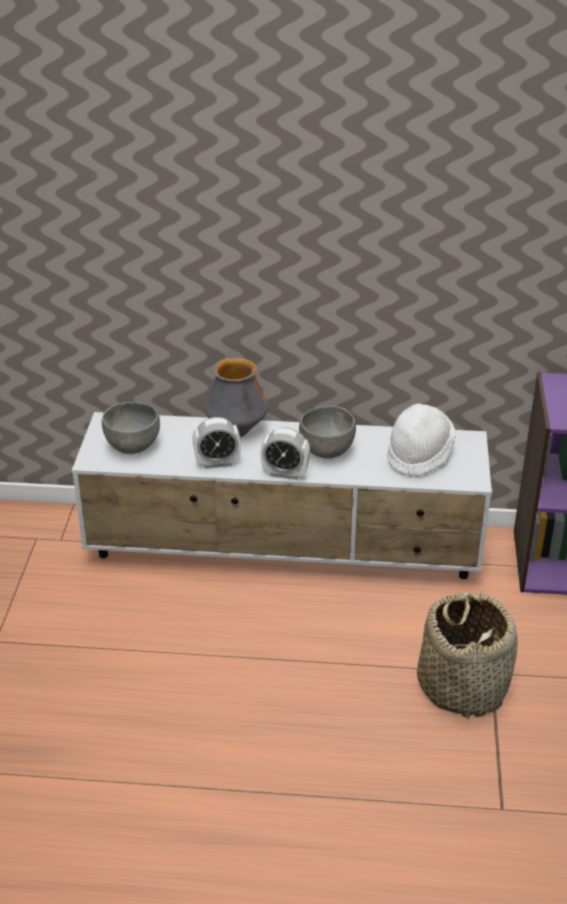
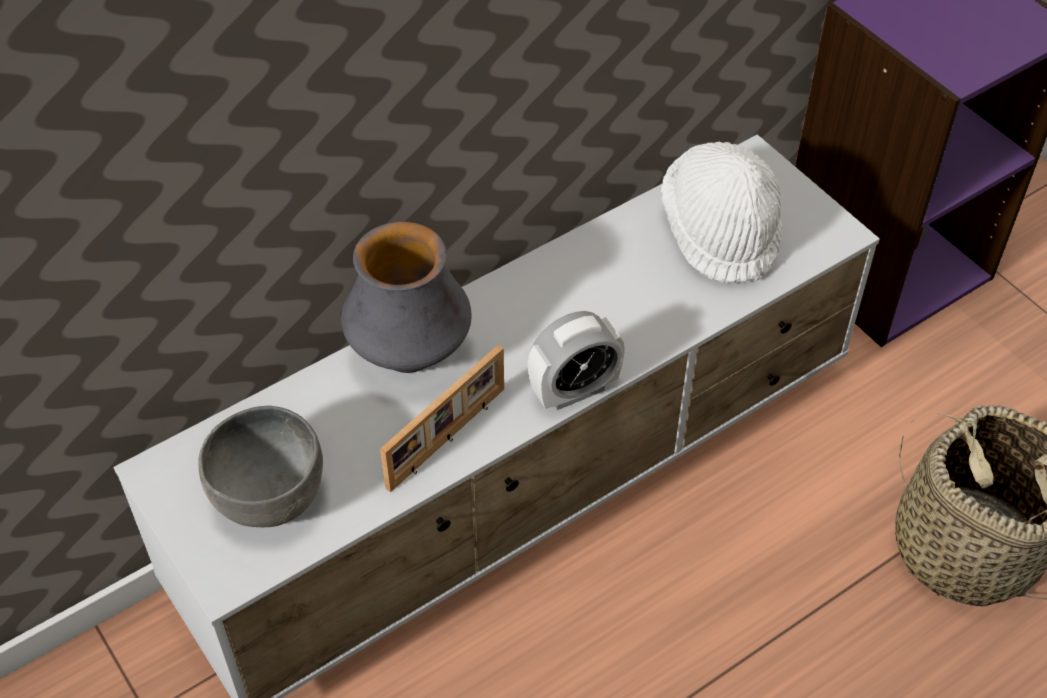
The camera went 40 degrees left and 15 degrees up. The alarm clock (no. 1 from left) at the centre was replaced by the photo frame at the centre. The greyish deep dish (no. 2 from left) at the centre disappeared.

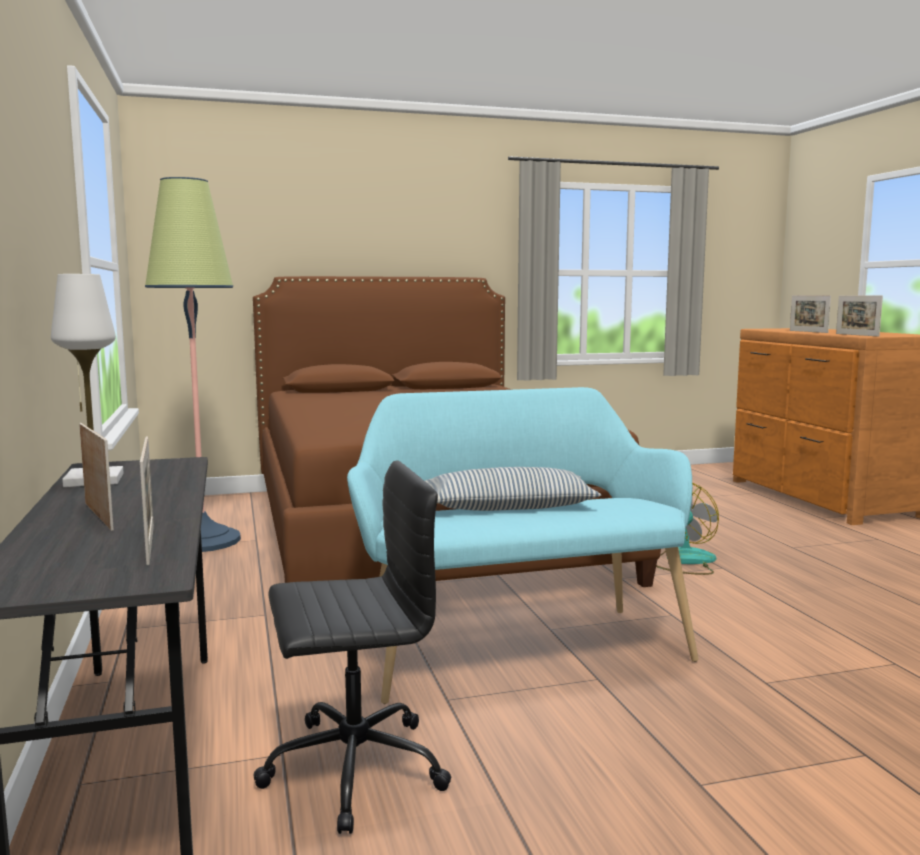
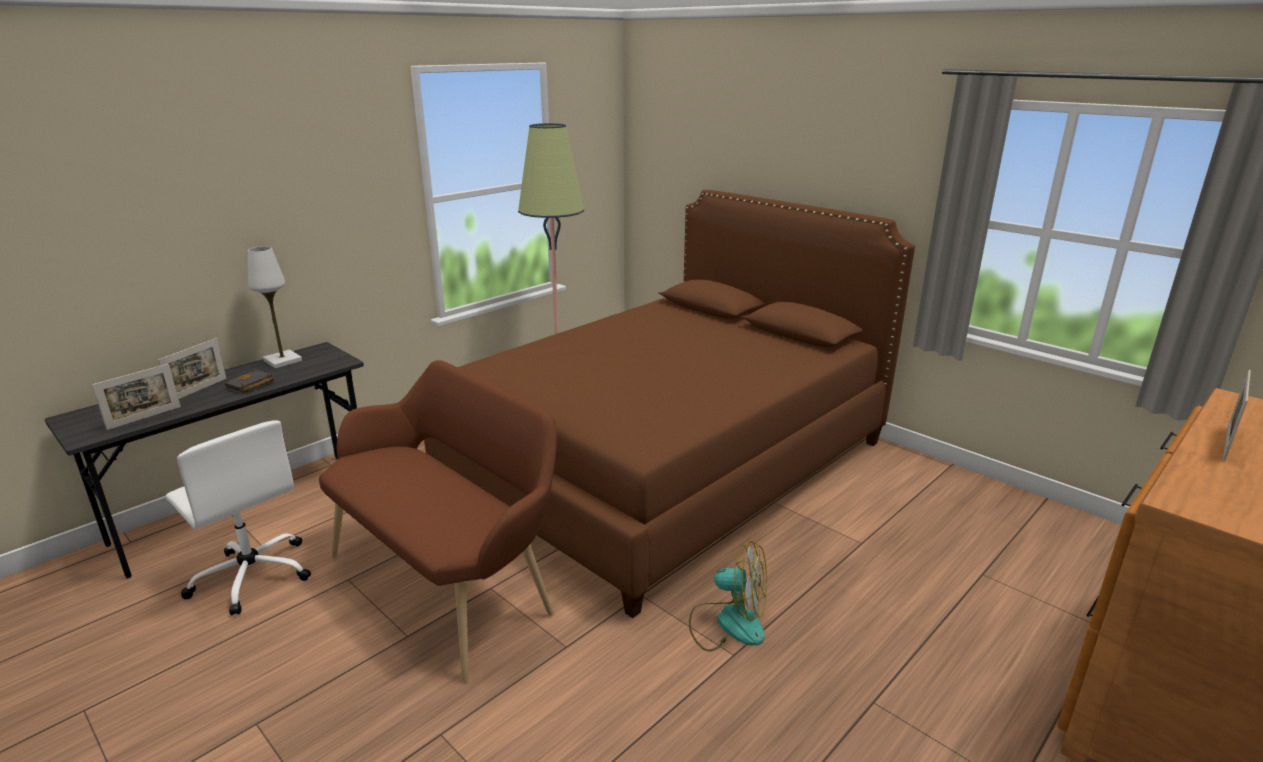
The camera went 60 degrees right and 15 degrees up. The blackish computer chair at the bottom centre became the whitish computer chair at the bottom left. The turquoise-coloured indoor bench at the centre became the brown-coloured indoor bench at the bottom centre. The cushion at the centre disappeared. The photo frame (no. 4 from left) at the middle right disappeared. The blackish book at the middle left appeared.

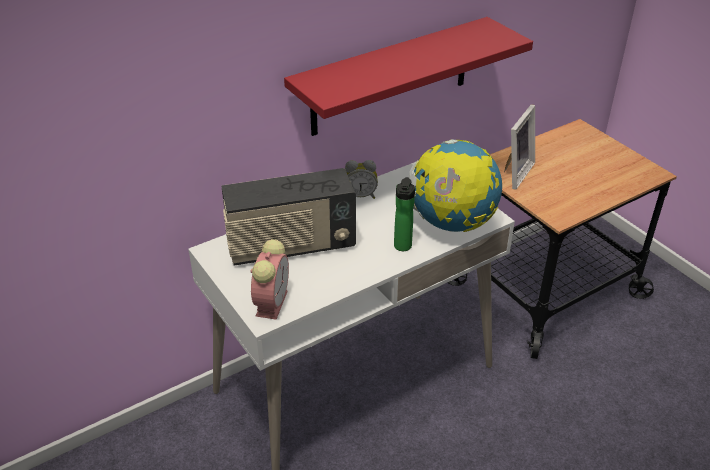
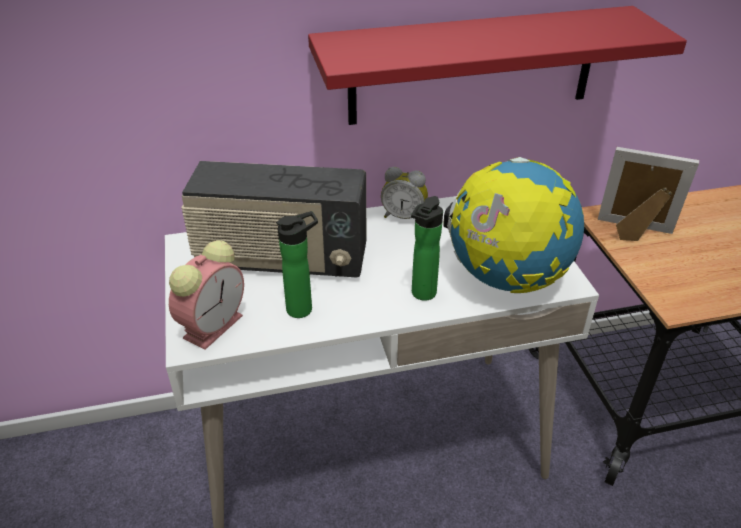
The camera went 20 degrees right and 0 degrees up. The photo frame at the top right turned 120 degrees counterclockwise. The beverage bottle (no. 1 from left) at the centre appeared.

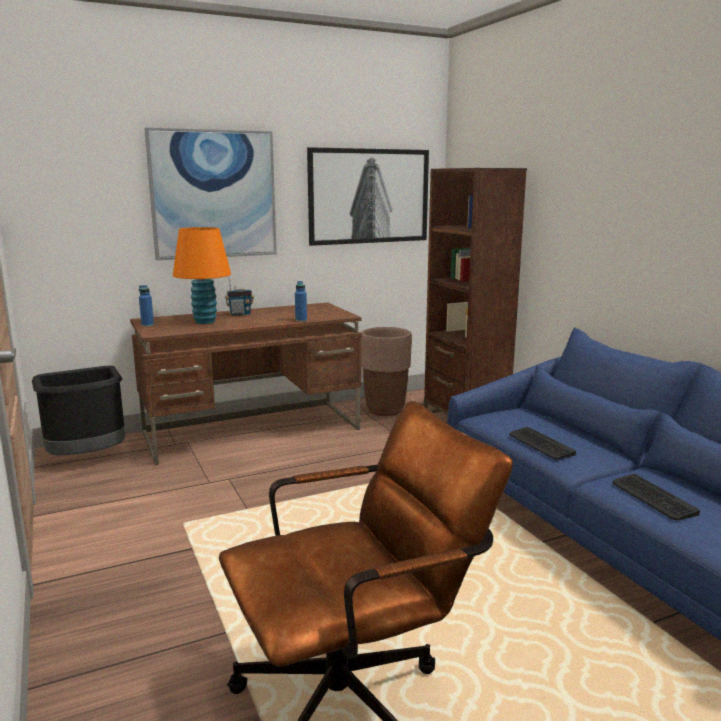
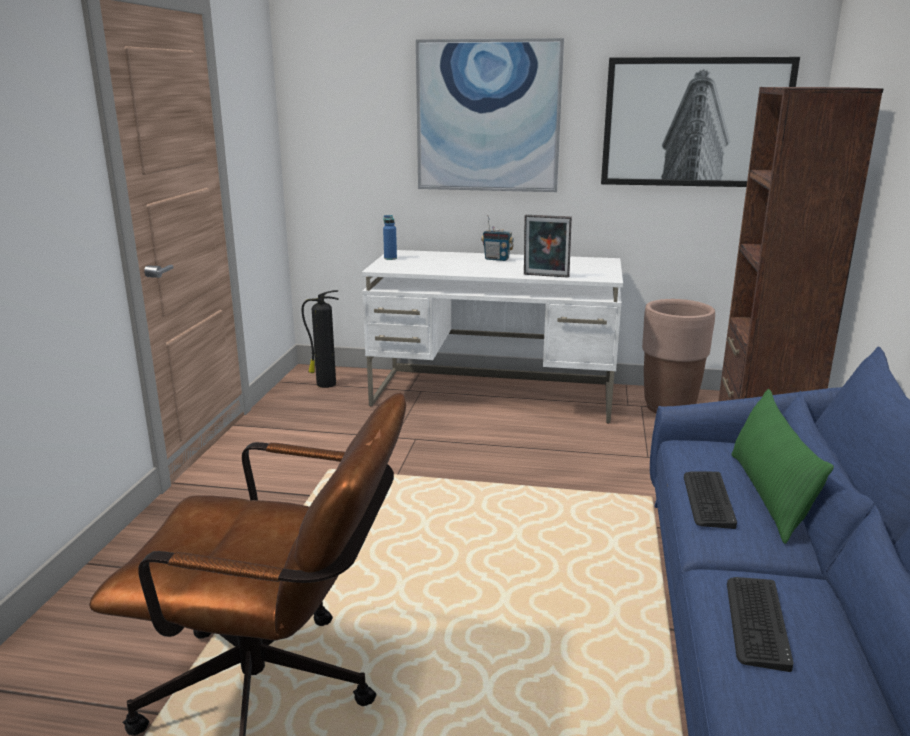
The camera went 35 degrees right and 5 degrees up. The blackish rubbish bin at the middle left was replaced by the fire extinguisher at the centre. The brown-coloured desk unit at the centre became the whitish desk unit at the centre. The orangey lamp for a table at the middle left disappeared. The blue beverage bottle (no. 2 from left) at the centre was replaced by the photo frame at the centre. The green-coloured cushion at the middle right appeared.

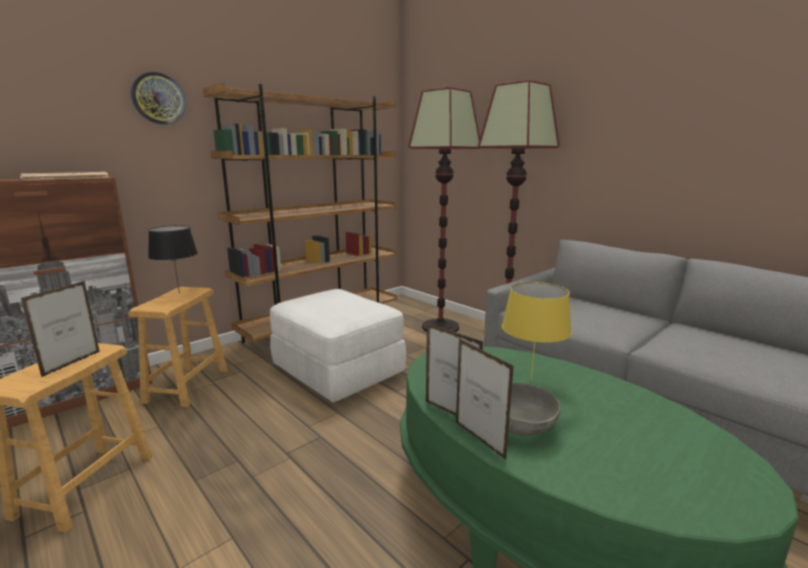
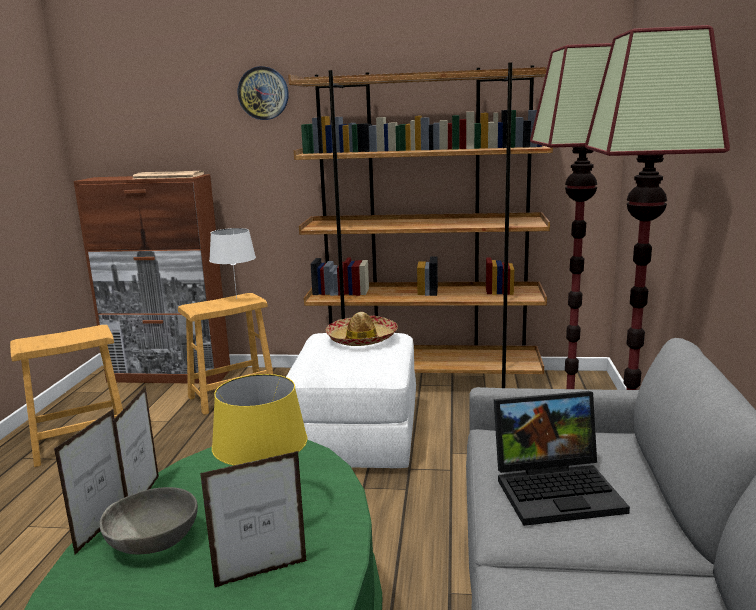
The camera went 50 degrees right and 0 degrees up. The photo frame (no. 1 from left in the first image) moved from the middle left to the bottom centre. The blackish lamp for a table at the middle left became the whitish lamp for a table at the middle left. The hat at the centre appeared. The portable computer at the bottom right appeared.

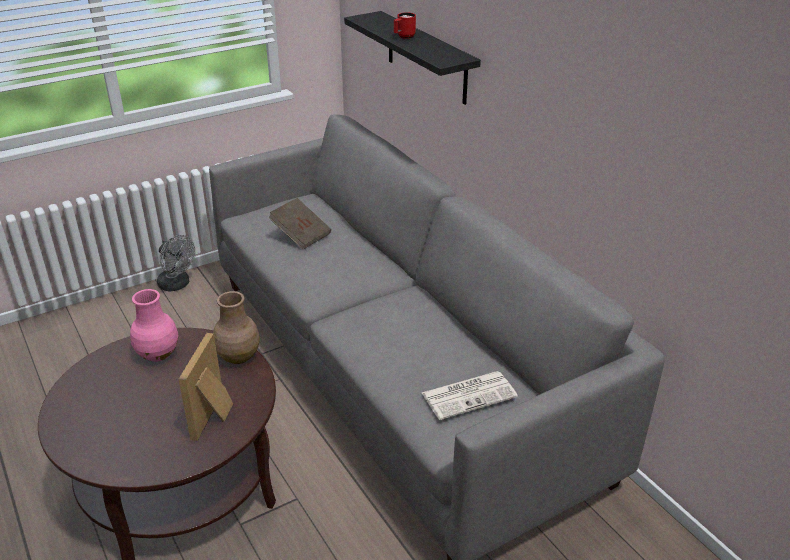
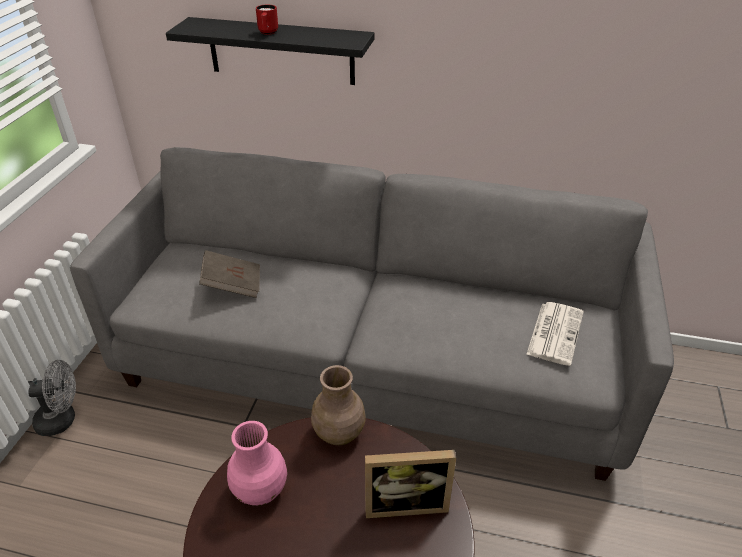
The camera went 45 degrees left and 5 degrees up. The photo frame at the bottom left turned 60 degrees counterclockwise.

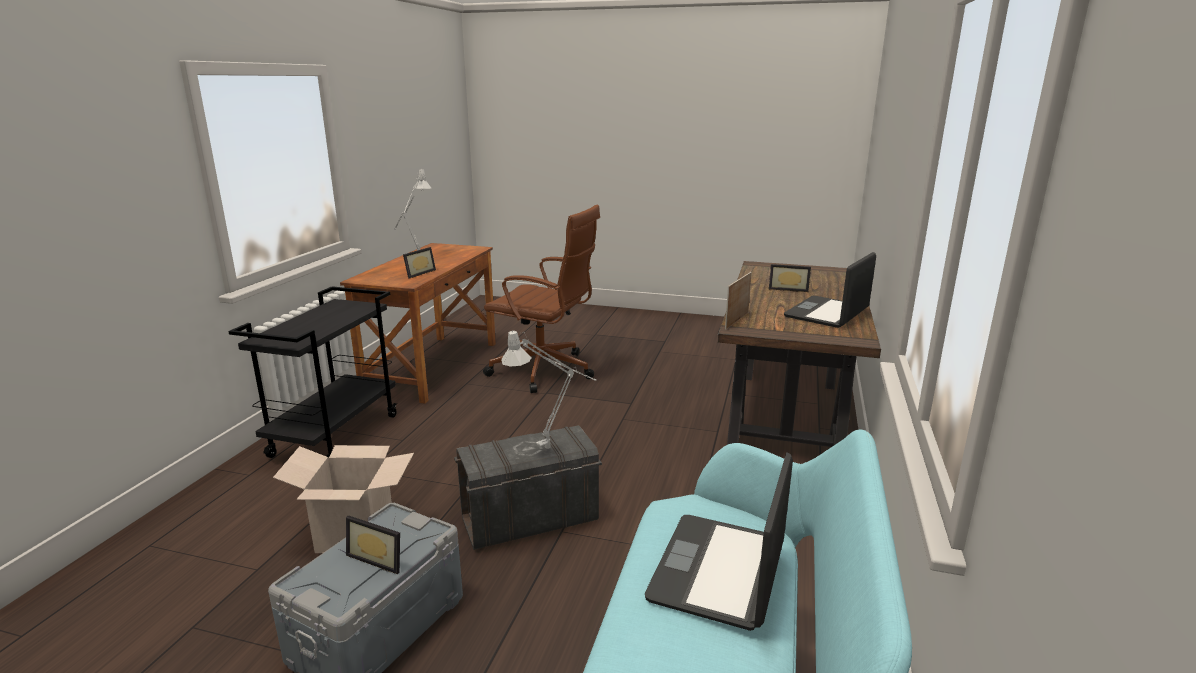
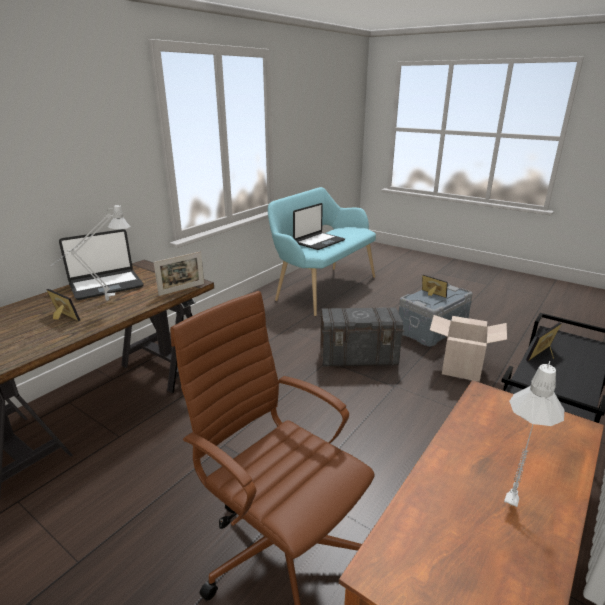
The camera went 160 degrees left and 5 degrees up. The photo frame (no. 2 from left in the first image) moved from the centre to the middle right. The greyish lamp for a table (no. 2 from left in the first image) moved from the centre to the middle left.

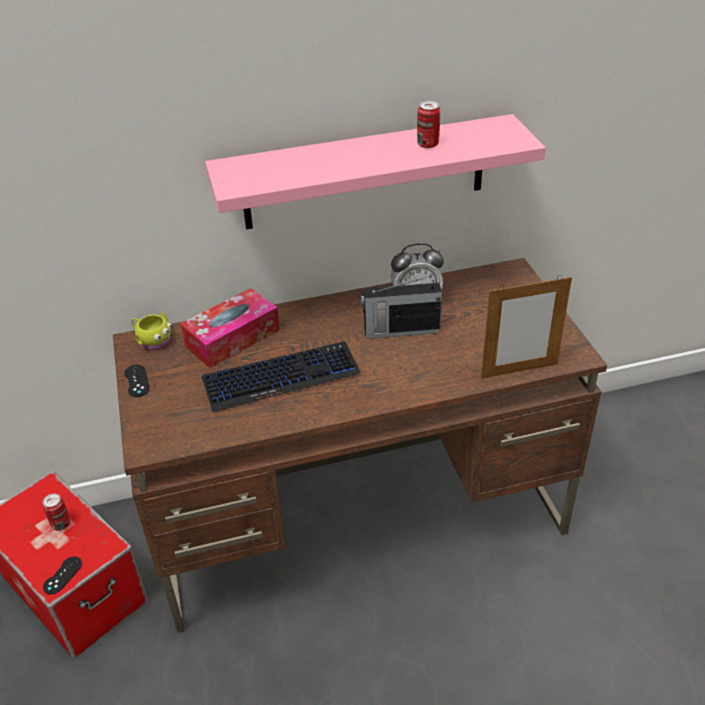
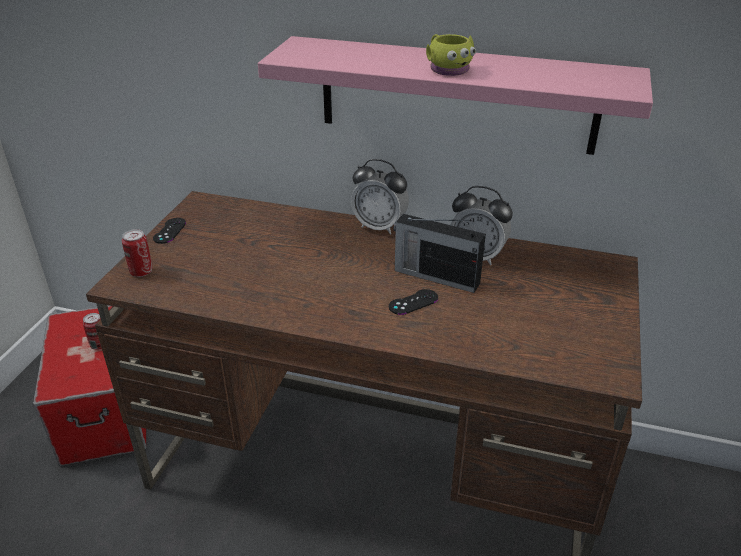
The camera went 30 degrees right and 5 degrees down. The blackish game controller (no. 1 from left in the first image) moved from the bottom left to the centre. The yellowish tea mug moved from the middle left to the top centre. The tissue box at the middle left disappeared. The computer keyboard at the centre disappeared. The sealed can (no. 2 from left) moved from the top centre to the middle left. The photo frame at the middle right disappeared. The alarm clock (no. 1 from left) at the centre appeared.

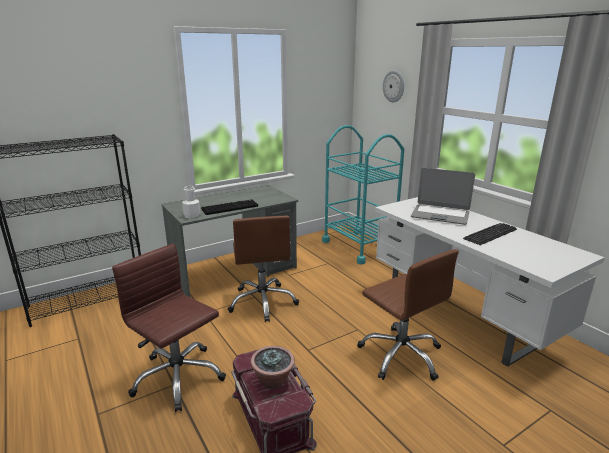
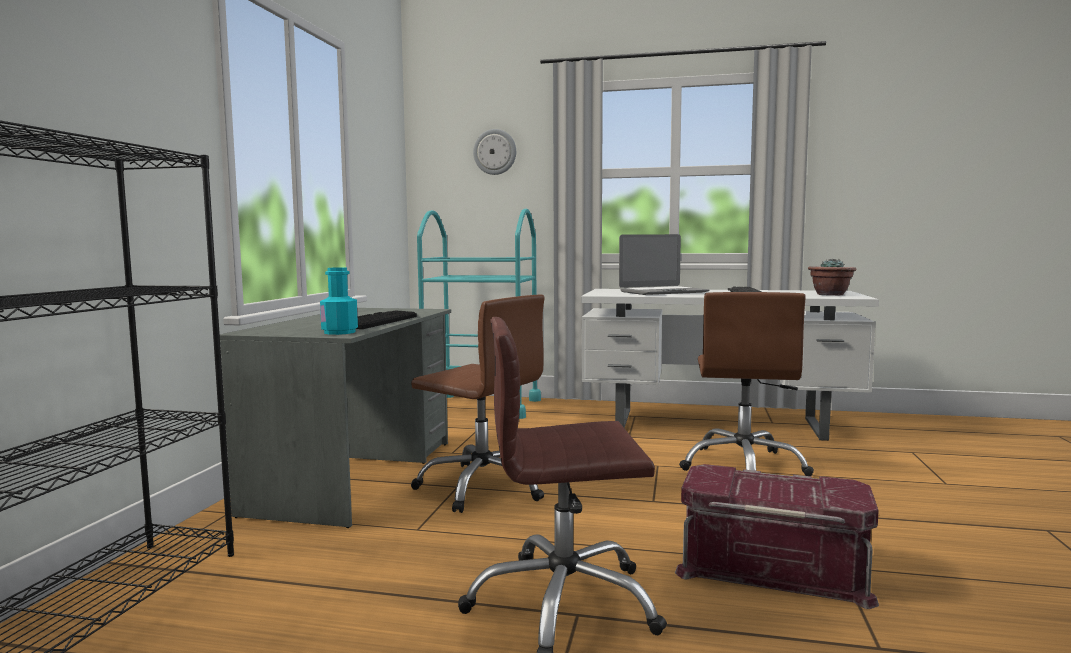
The camera went 45 degrees left and 15 degrees down. The whitish beverage bottle at the middle left became the turquoise-coloured beverage bottle at the middle left. The potted plant moved from the bottom centre to the middle right. The brown-coloured computer chair (no. 3 from left) at the bottom right turned 90 degrees clockwise.

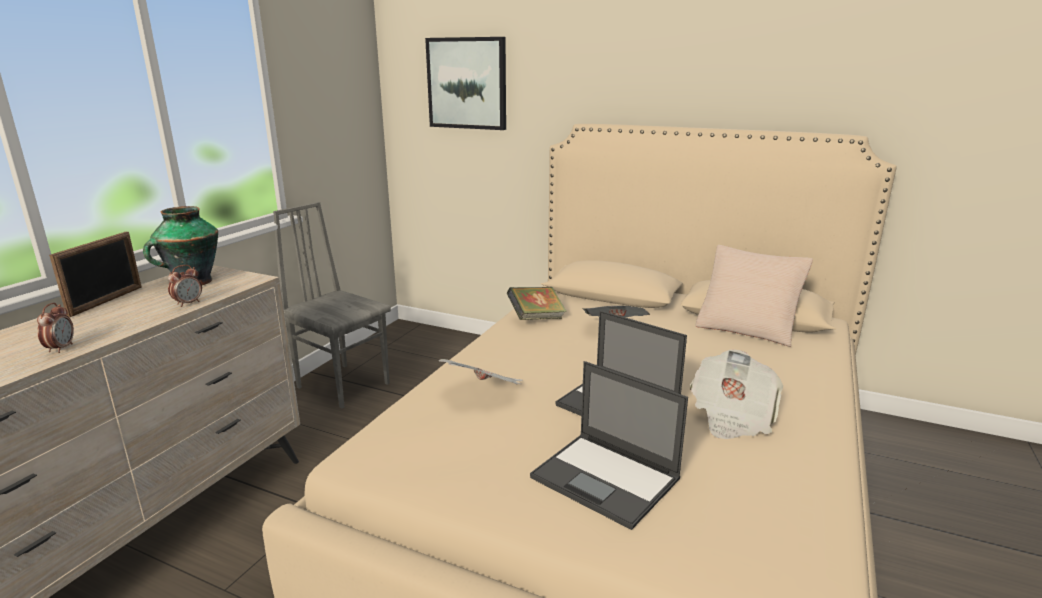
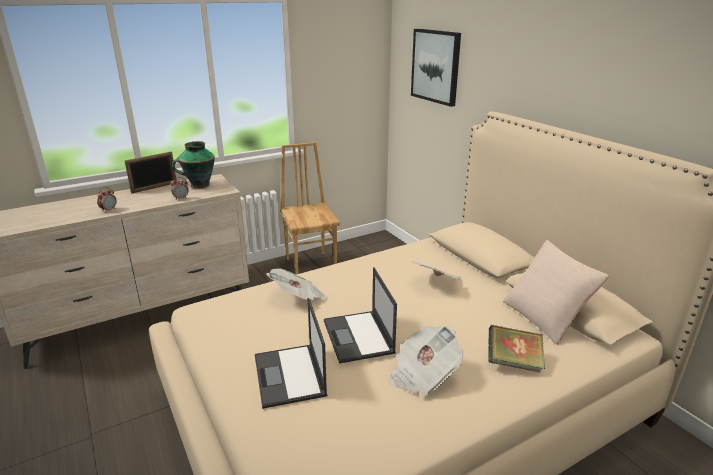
The camera went 35 degrees right and 5 degrees up. The greyish upright chair at the middle left became the brown-coloured upright chair at the centre. The book moved from the centre to the bottom right.

